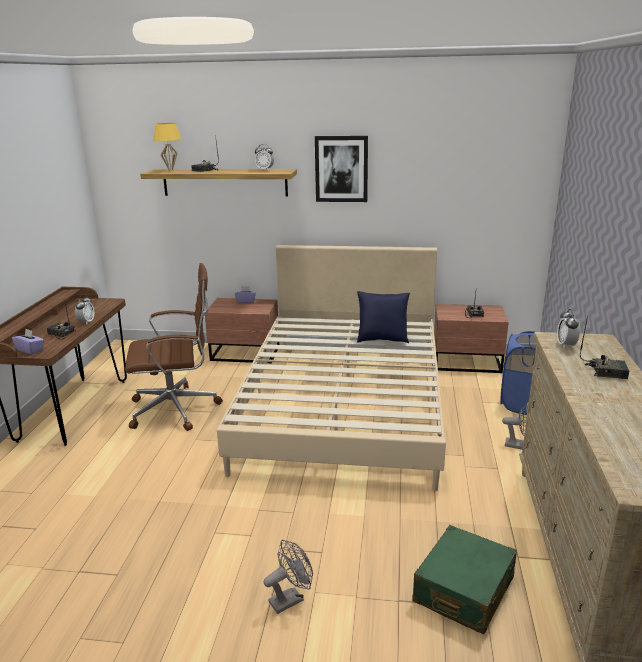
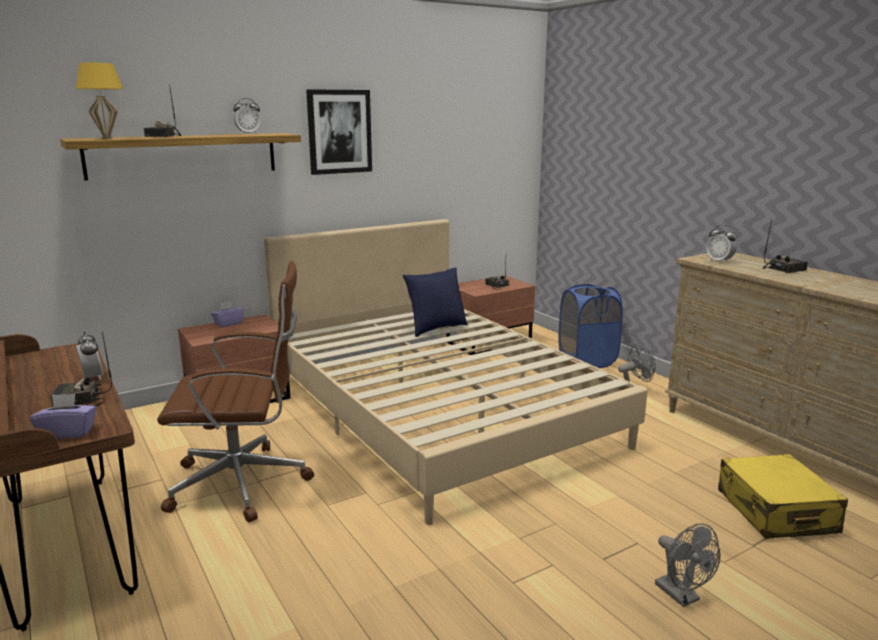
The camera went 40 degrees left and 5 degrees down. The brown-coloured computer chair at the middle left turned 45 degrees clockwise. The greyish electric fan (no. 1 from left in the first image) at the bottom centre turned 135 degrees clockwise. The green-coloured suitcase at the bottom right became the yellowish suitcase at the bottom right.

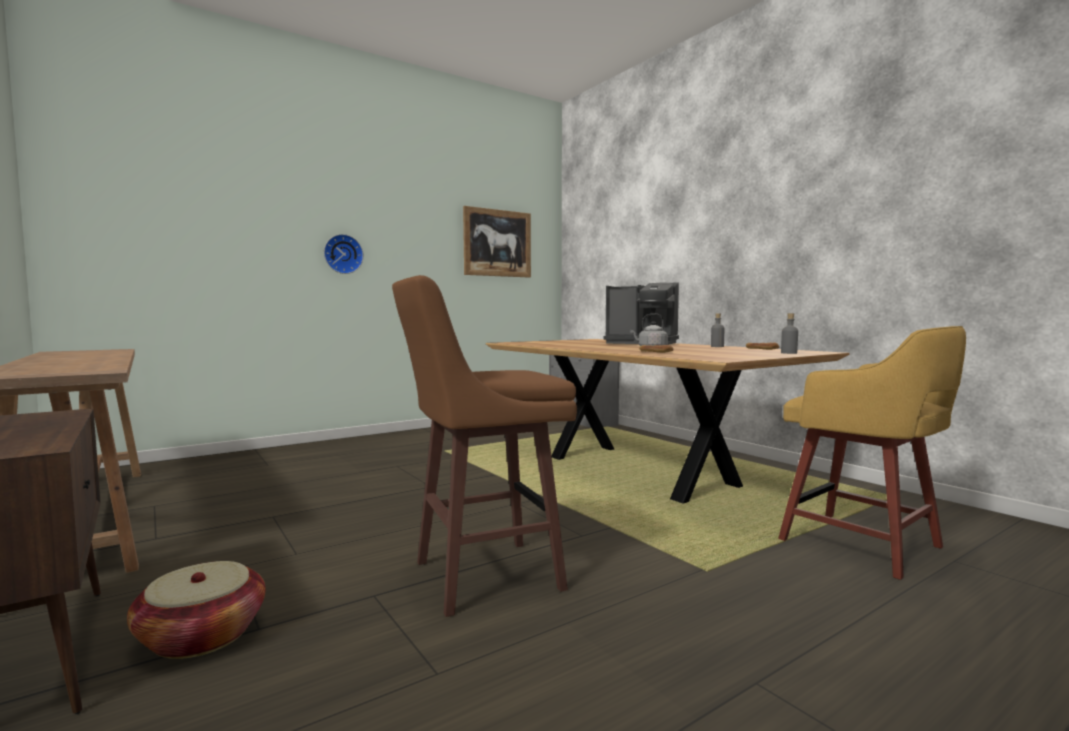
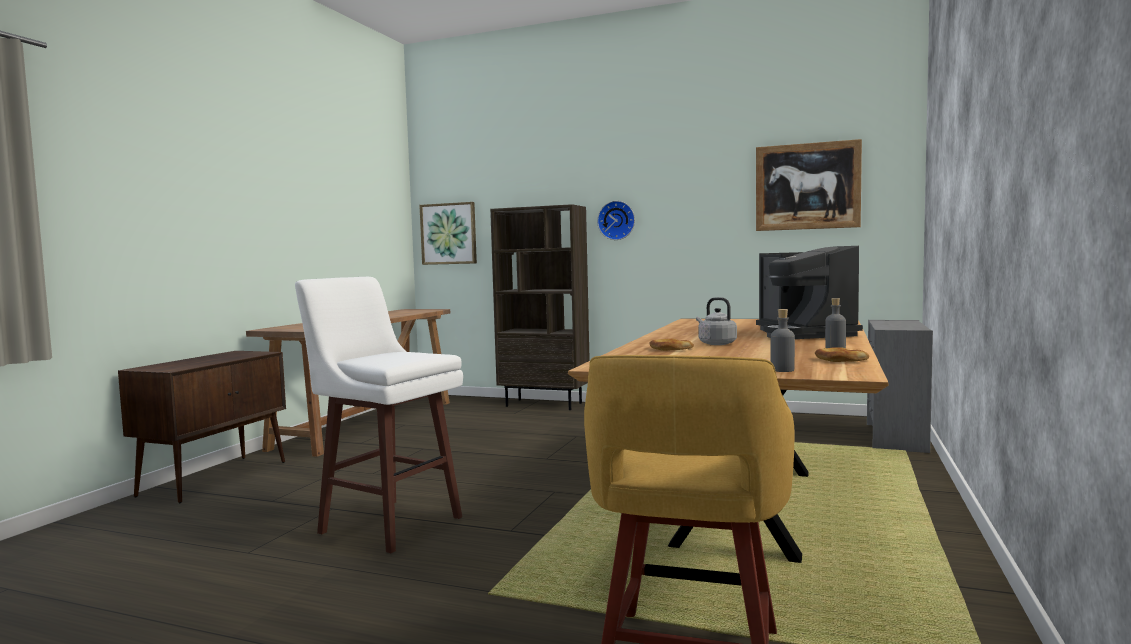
The camera went 55 degrees right and 0 degrees up. The household basket at the bottom left disappeared. The brown-coloured stool seat at the centre became the whitish stool seat at the centre. The wall art (no. 1 from left) at the centre appeared. The brown-coloured bookshelf at the centre appeared.

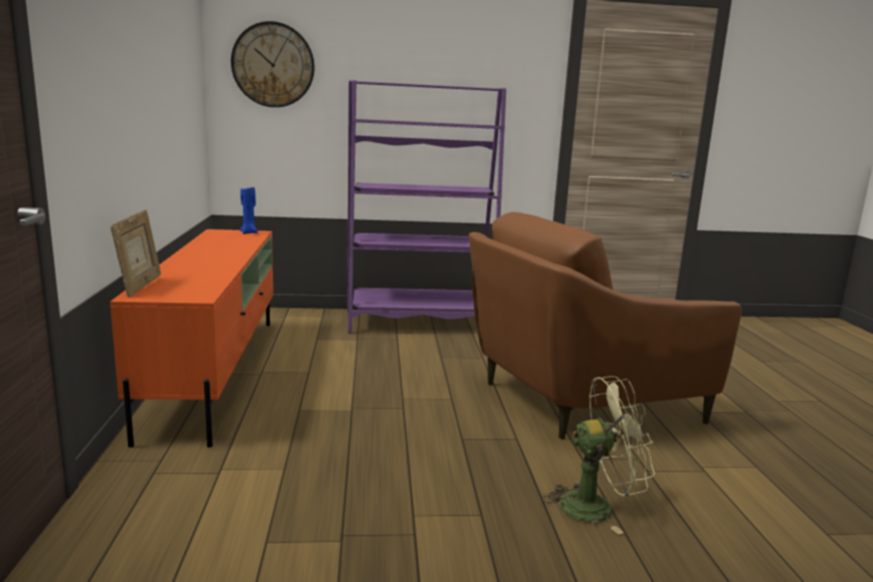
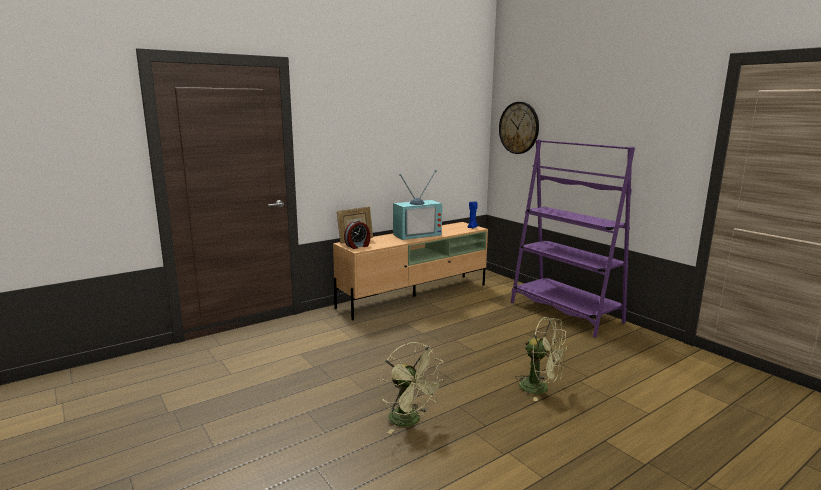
The camera went 60 degrees right and 0 degrees up. The orangey media console at the middle left became the beige media console at the centre. The brown-coloured easy chair at the middle right was replaced by the green-coloured electric fan (no. 2 from left) at the bottom centre. The alarm clock at the centre appeared. The TV set at the centre appeared.

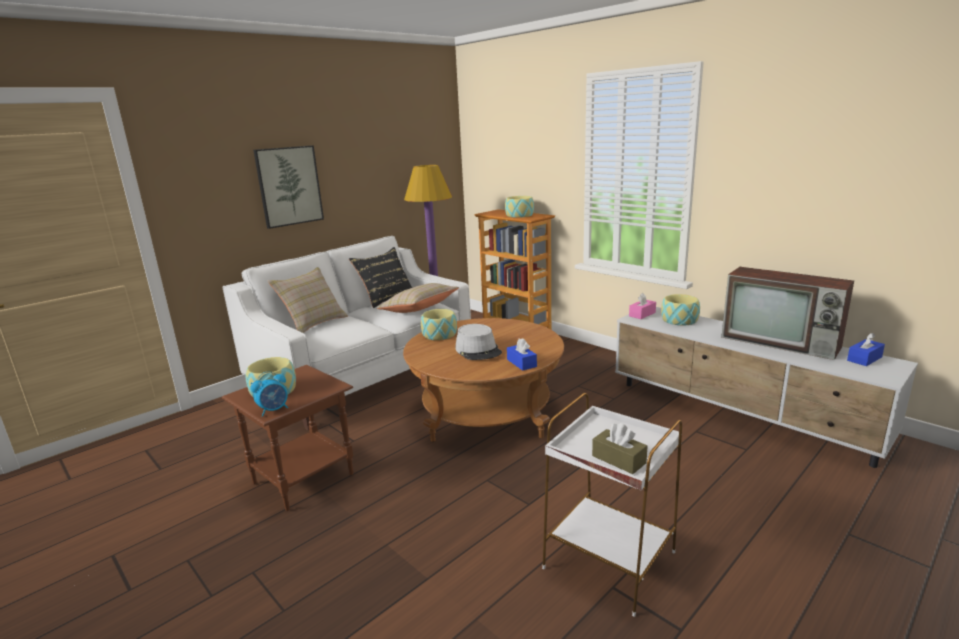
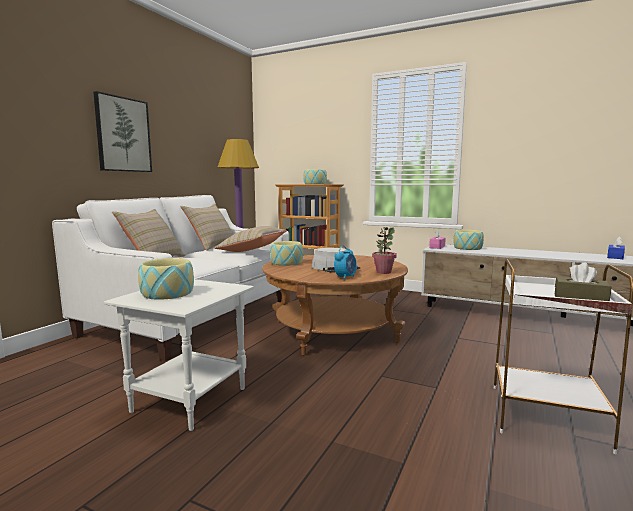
The camera went 20 degrees left and 10 degrees down. The brown-coloured accent table at the bottom left became the whitish accent table (no. 1 from left) at the bottom left. The alarm clock moved from the middle left to the centre. The blackish cushion at the centre became the beige cushion (no. 2 from left) at the middle left. The blue tissue box (no. 1 from left) at the centre was replaced by the potted plant at the centre. The TV set at the middle right disappeared.

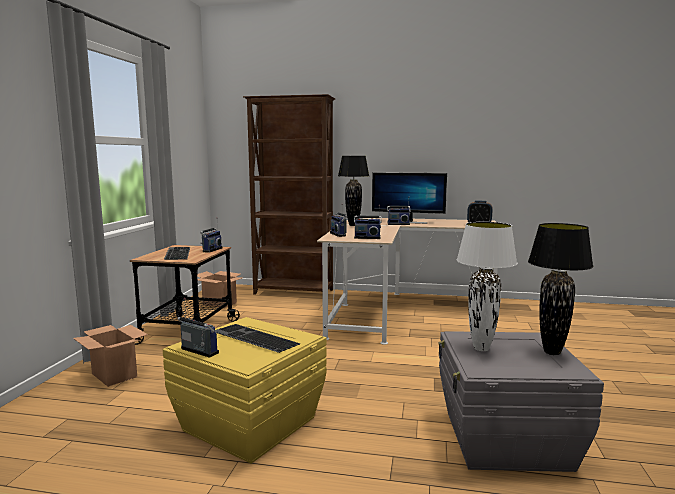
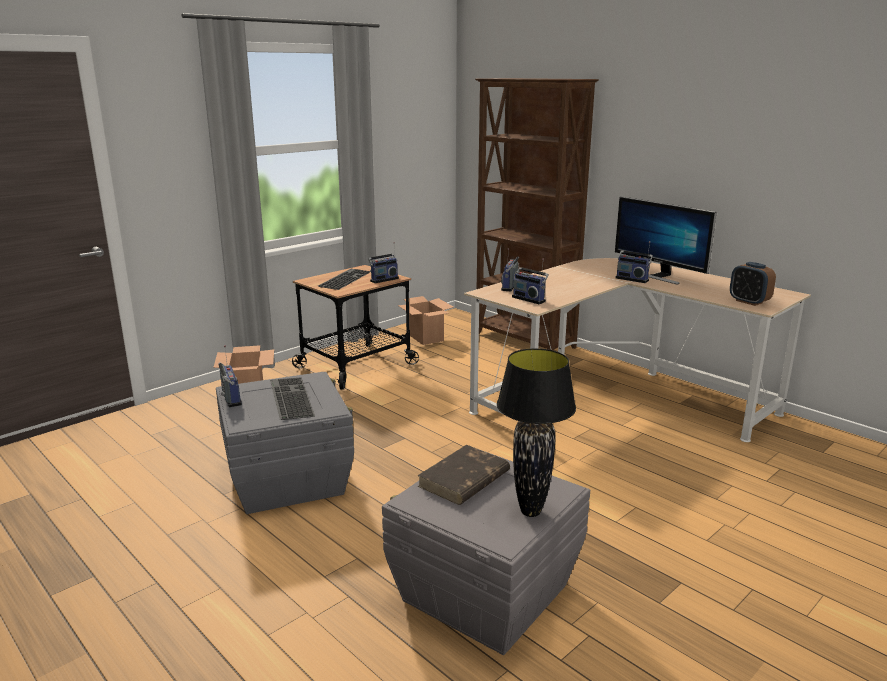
The camera went 35 degrees right and 10 degrees up. The yellowish storage box at the bottom centre became the greyish storage box (no. 1 from left) at the middle left. The blackish lamp for a table (no. 1 from left) at the centre disappeared. The whitish lamp for a table at the middle right was replaced by the brown-coloured book at the bottom centre.

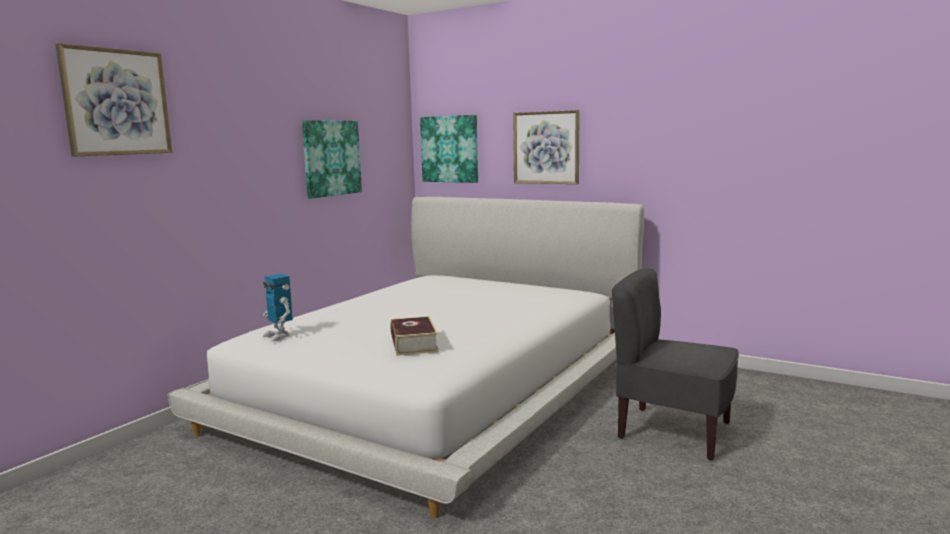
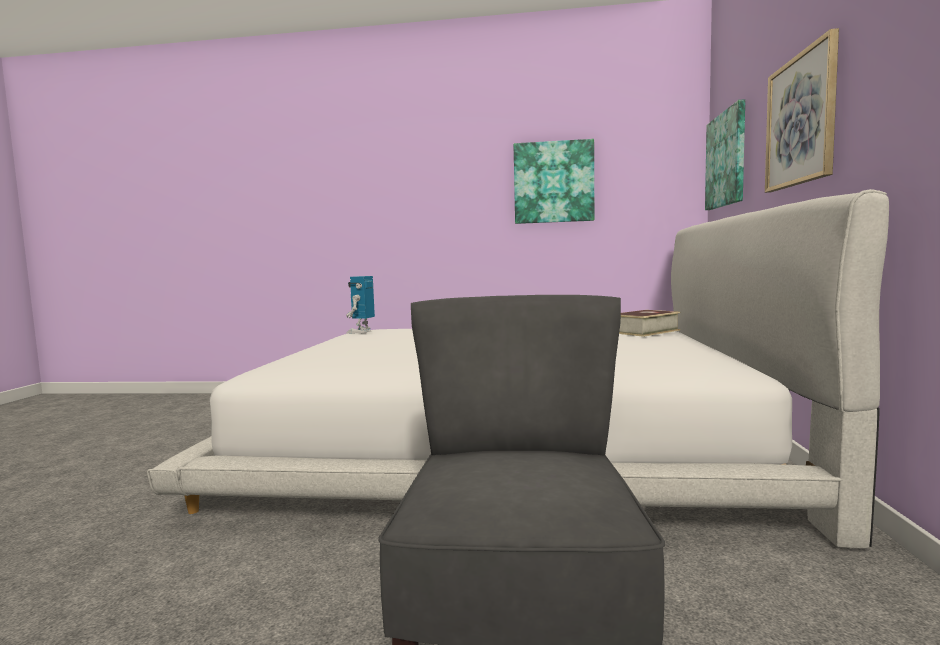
The camera went 65 degrees right and 5 degrees down. The wall art (no. 1 from left) at the top left disappeared. The book moved from the centre to the middle right.

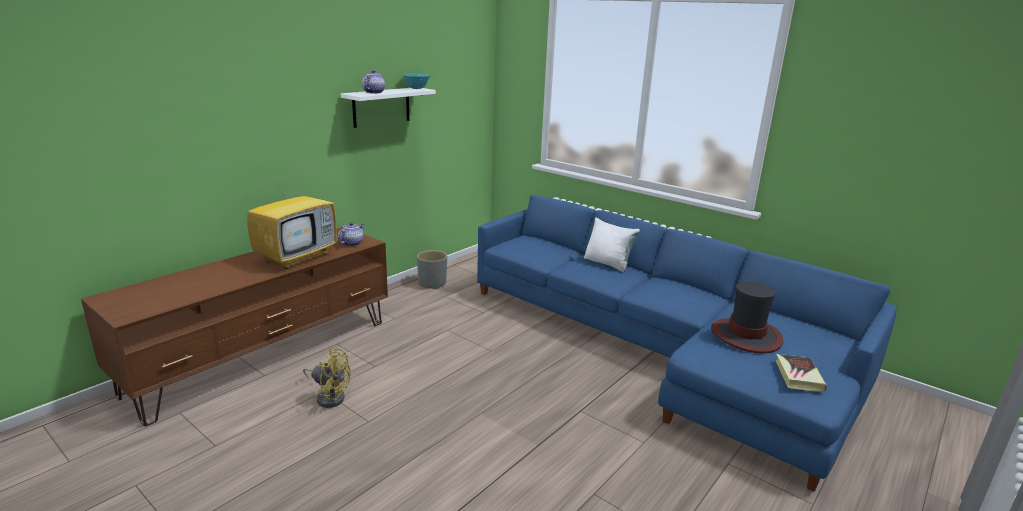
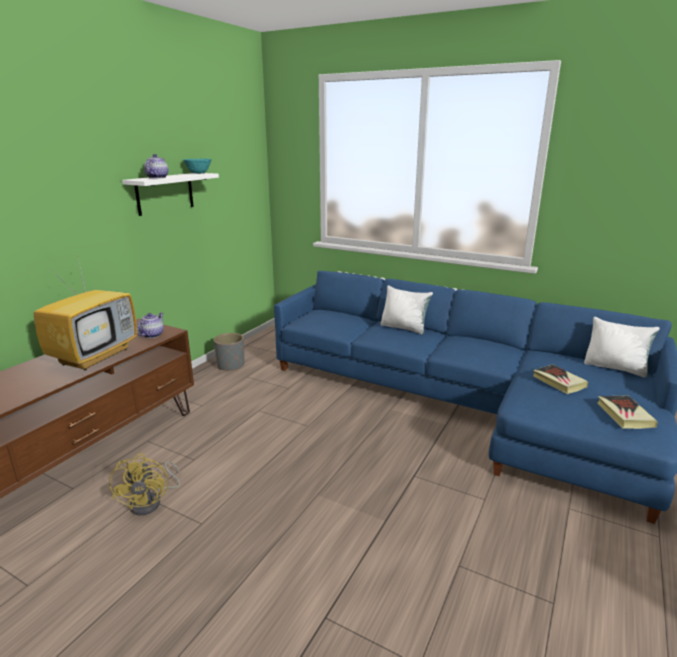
The camera went 10 degrees left and 0 degrees up. The yellowish electric fan at the bottom left turned 75 degrees clockwise. The hat at the middle right was replaced by the book (no. 1 from left) at the middle right. The whitish cushion (no. 2 from left) at the middle right appeared.

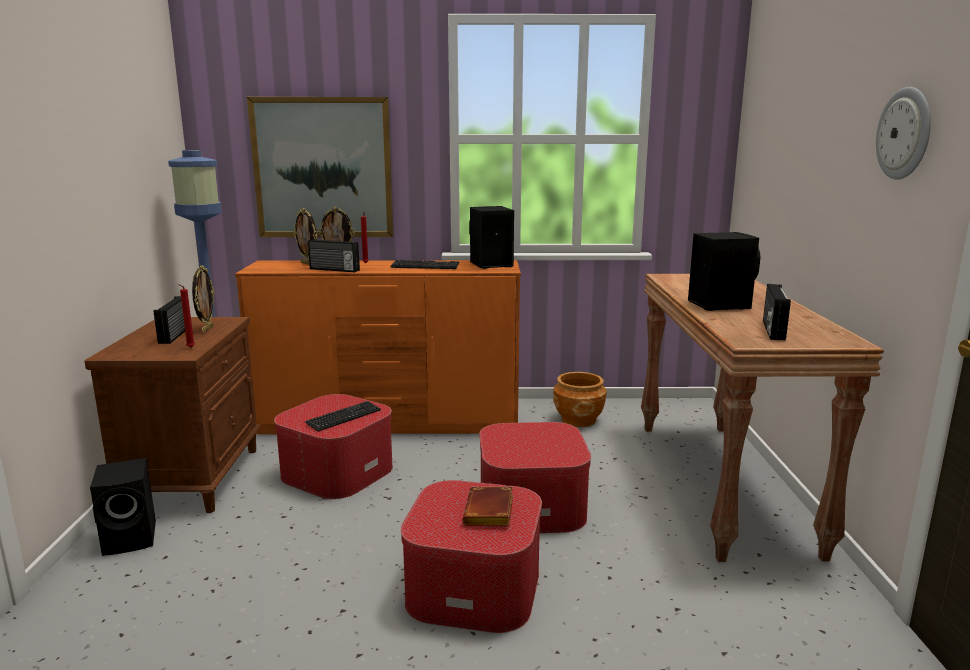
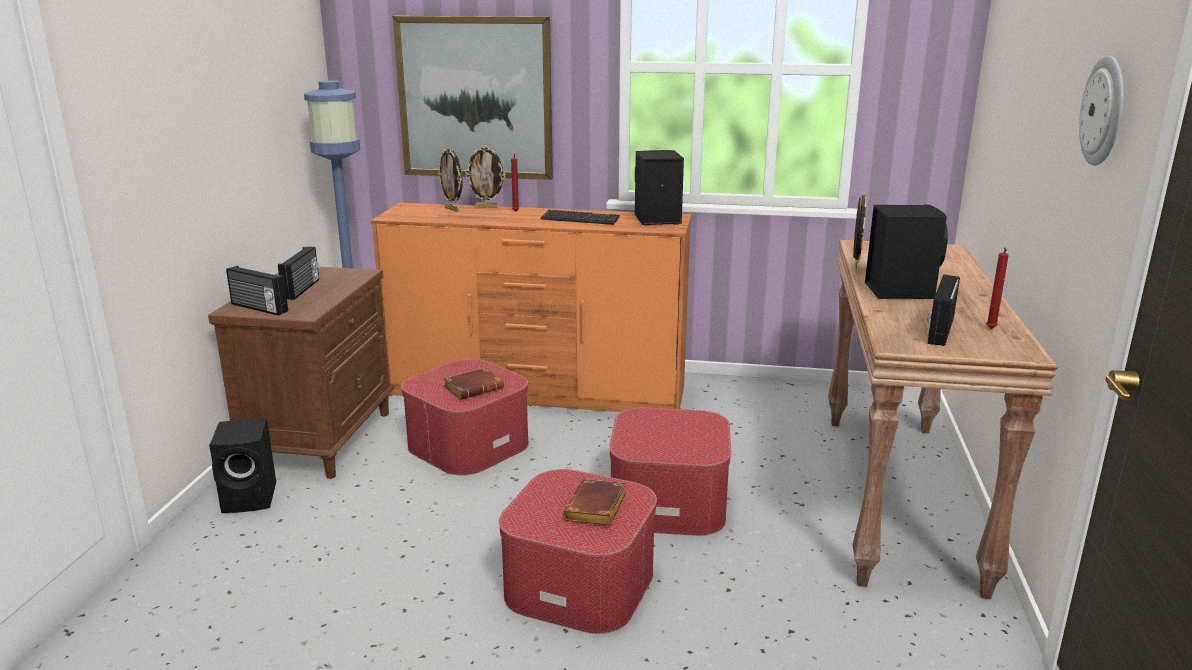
The camera went 10 degrees right and 5 degrees up. The red wax candle (no. 1 from left in the first image) moved from the middle left to the middle right. The photo frame (no. 1 from left in the first image) moved from the middle left to the middle right. The computer keyboard (no. 1 from left) at the centre was replaced by the brown-coloured book (no. 1 from left) at the centre. The radio set (no. 2 from left in the first image) moved from the centre to the middle left. The brown-coloured planter at the centre disappeared.

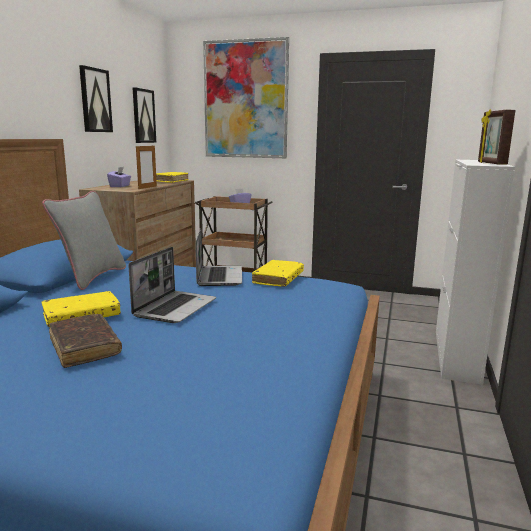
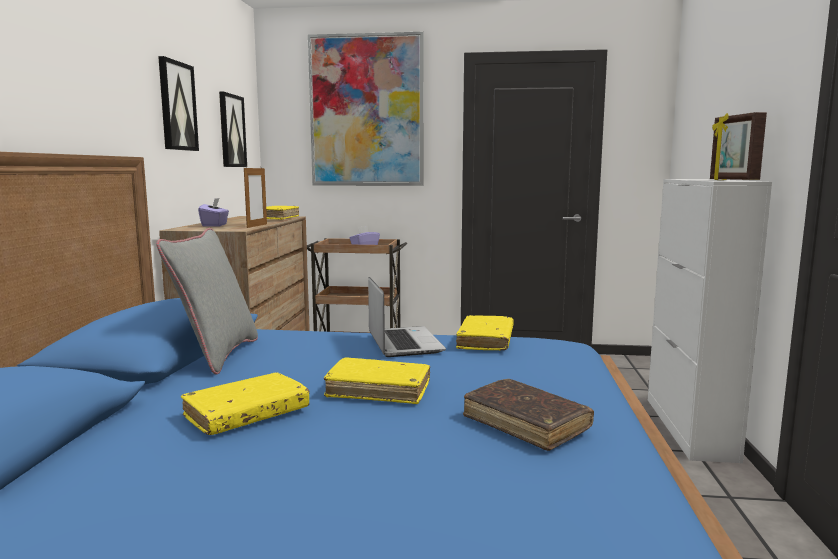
The camera went 10 degrees left and 5 degrees down. The brown-coloured book moved from the middle left to the bottom centre. The portable computer (no. 1 from left) at the middle left was replaced by the yellowish book (no. 3 from left) at the bottom centre.

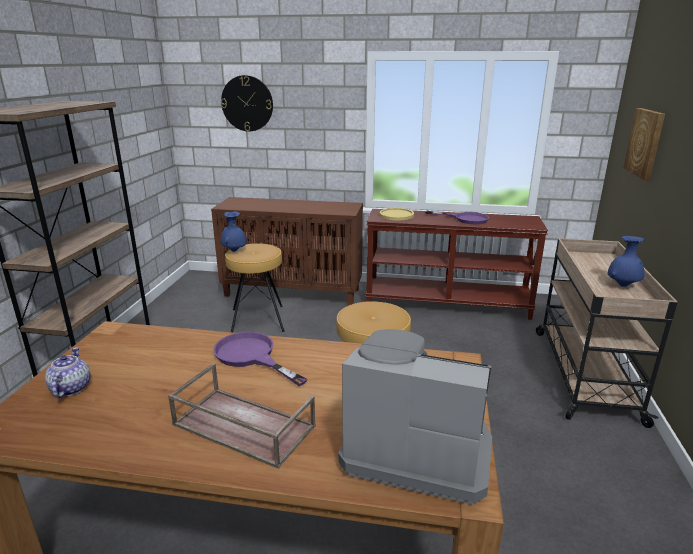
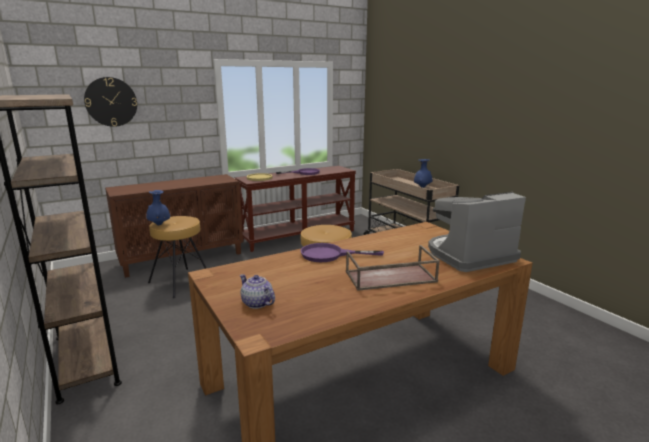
The camera went 40 degrees left and 5 degrees down. The wall art at the top right disappeared.

